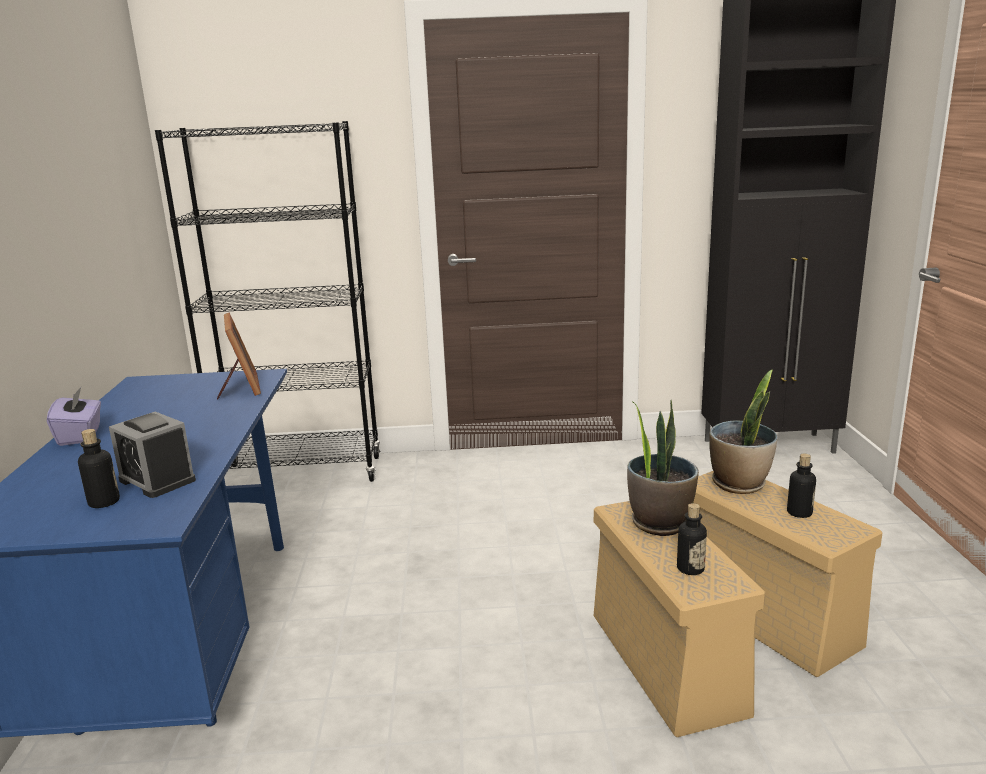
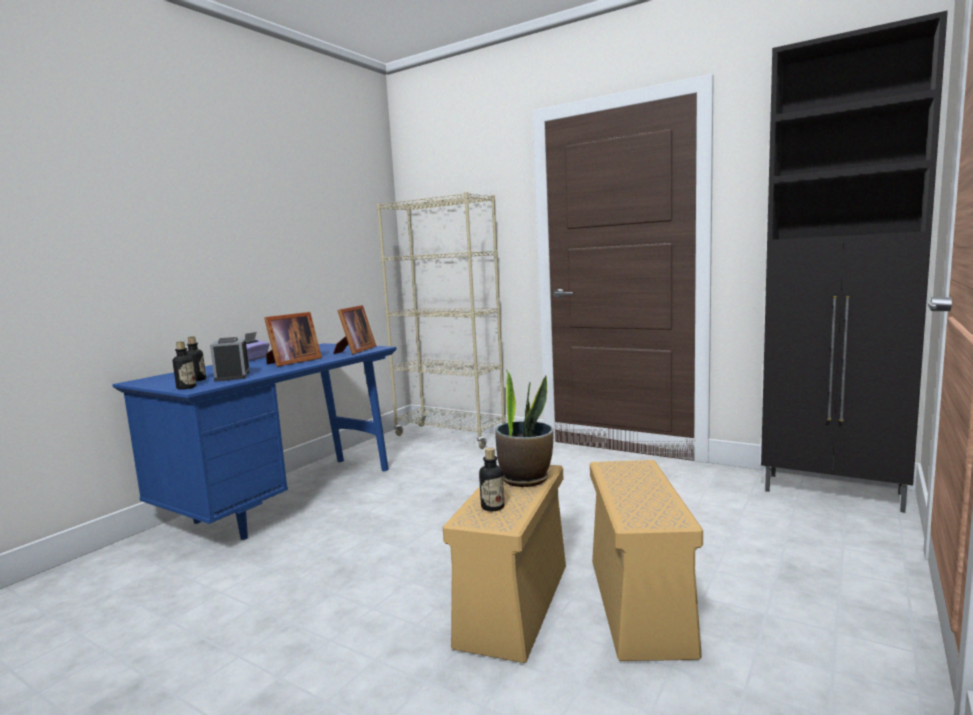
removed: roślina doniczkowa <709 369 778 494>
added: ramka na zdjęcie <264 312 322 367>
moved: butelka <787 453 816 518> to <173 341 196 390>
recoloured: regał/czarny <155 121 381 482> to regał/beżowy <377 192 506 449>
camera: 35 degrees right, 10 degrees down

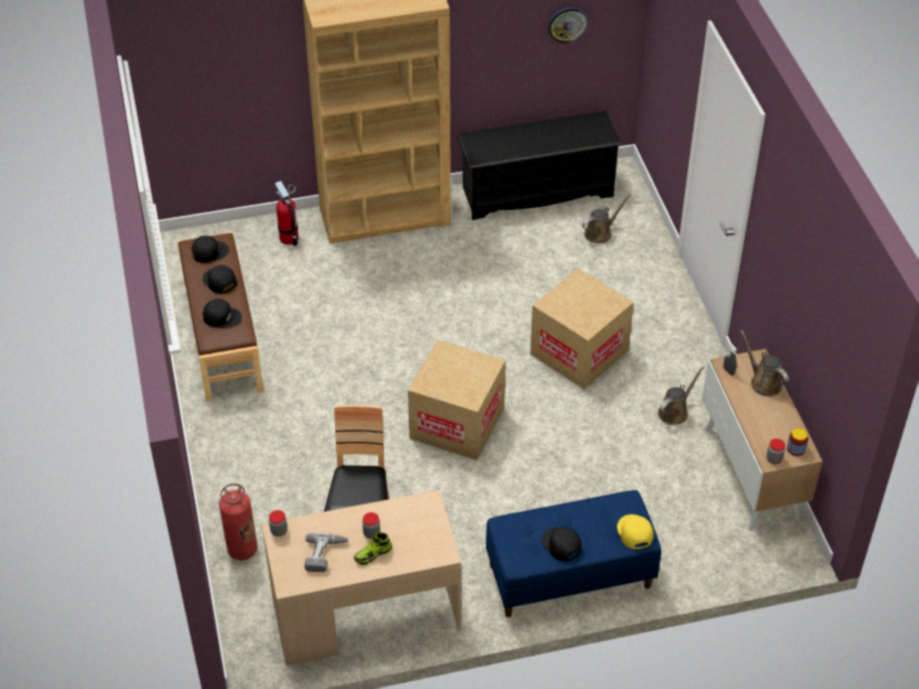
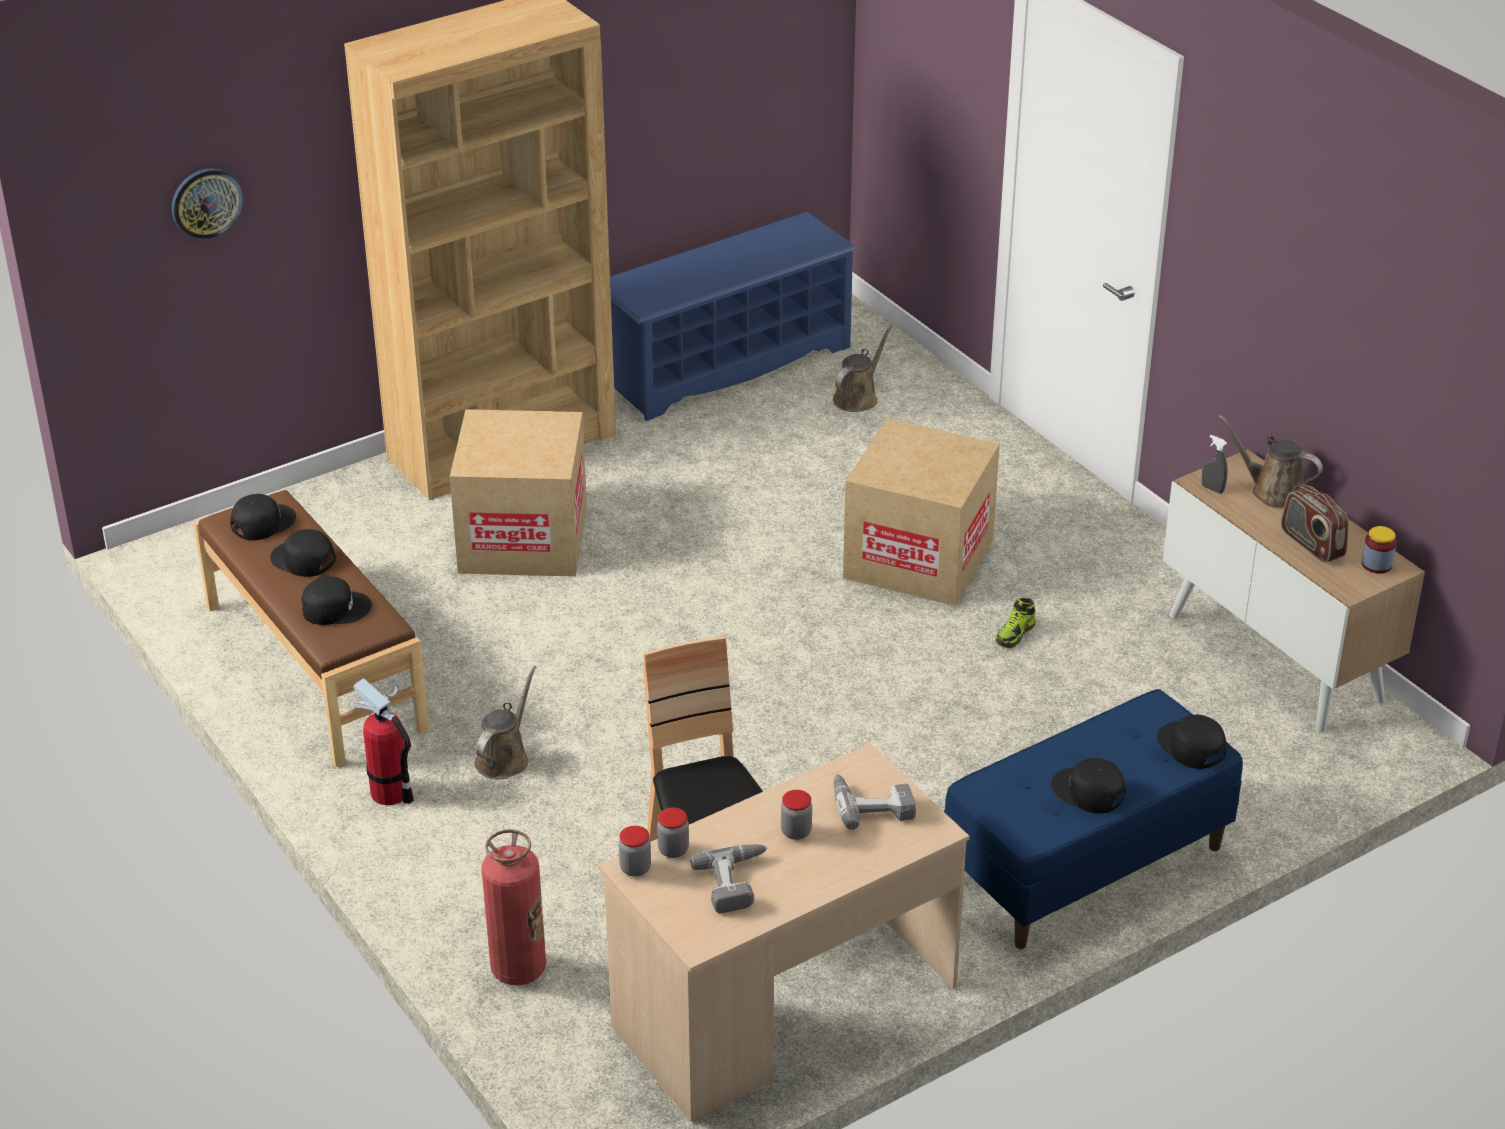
added: wiertarka <834 774 916 830>; radio <1281 484 1349 563>
moved: zegar ścienny <548 7 588 43> to <172 168 244 239>; gaśnica <275 181 299 246> to <353 678 414 805>; karton <408 340 506 460> to <450 409 587 577>; konewka/brązowy <658 366 704 425> to <474 666 536 779>; słoik <767 439 785 464> to <657 808 689 858>; but <354 532 392 565> to <995 598 1036 649>
recoloured: regał na buty/czarny <457 111 622 220> to regał na buty/niebieski <610 212 858 421>; czapka z daszkiem/żółty <617 514 653 549> to czapka z daszkiem/czarny <1157 715 1226 769>
camera: 20 degrees left, 10 degrees down

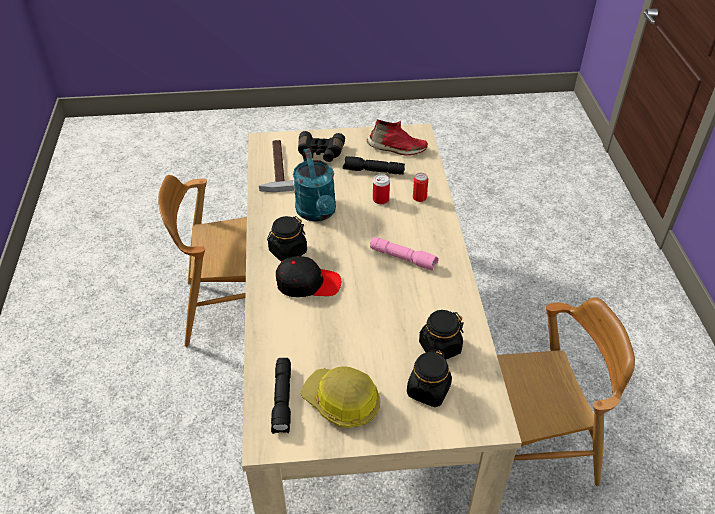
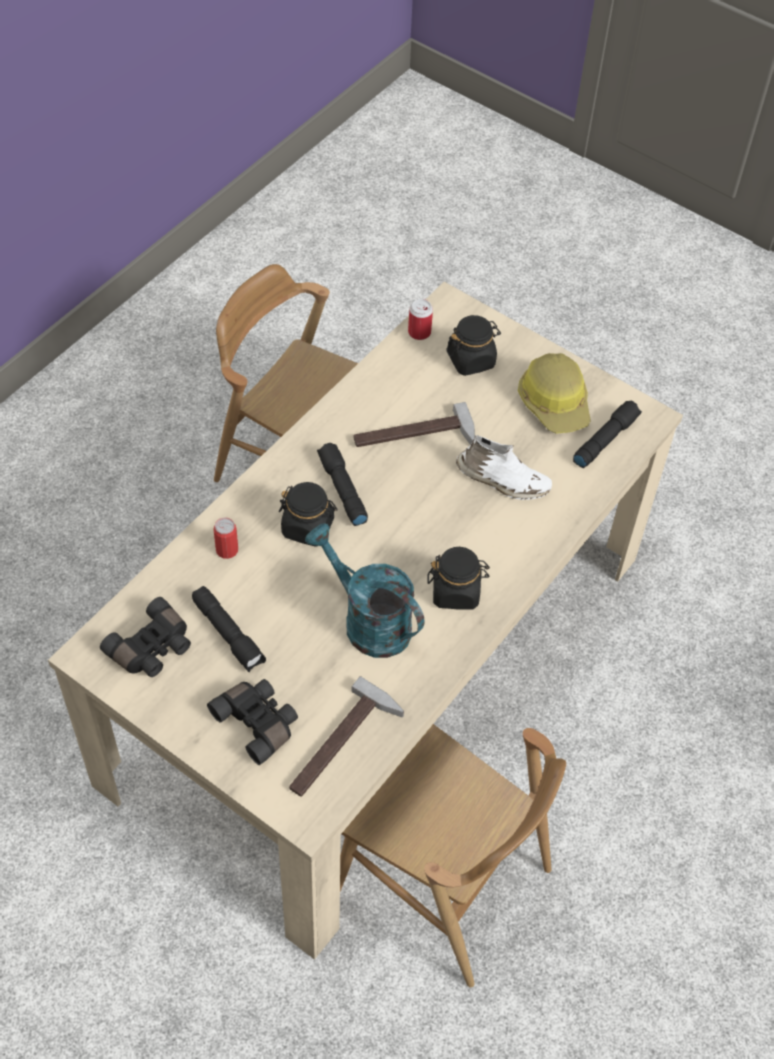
removed: czapka z daszkiem/czarny <276 256 341 297>
added: młotek <353 402 475 447>; but/biały <456 435 552 500>
moved: słoik/czarny <419 310 464 359> to <279 482 338 547>; puszka <373 174 390 204> to <408 299 433 340>
replaced: but/czerwony <367 120 428 156> to lornetka/czarny <100 597 191 677>
recoloured: latarka/różowy <370 237 439 271> to latarka/czarny <317 443 368 526>
turned: konewka/turkusowy <293 149 336 222> = <305 523 425 658> 75 degrees counterclockwise
camera: 140 degrees left, 10 degrees up

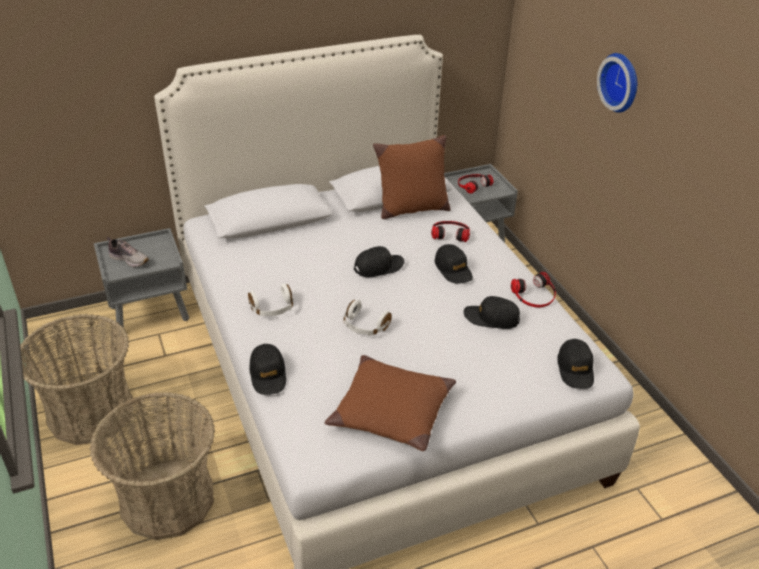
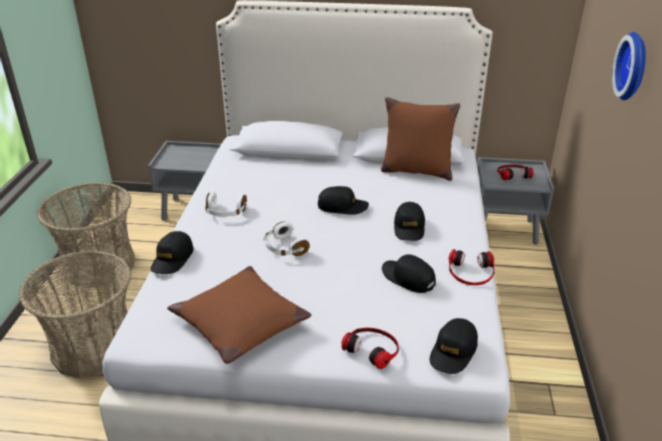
removed: but <107 237 149 267>
moved: słuchawki <431 221 470 242> to <342 328 399 369>
camera: 30 degrees right, 5 degrees down

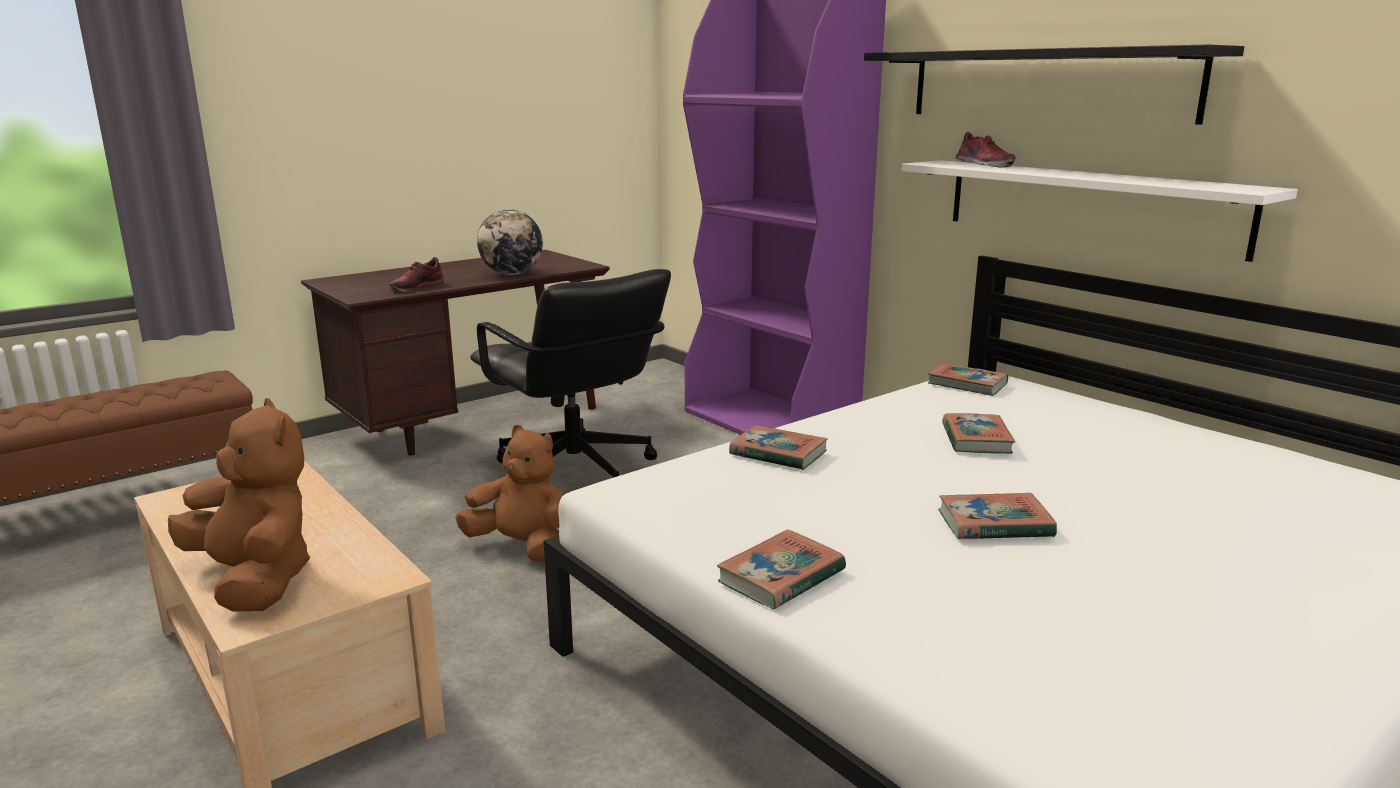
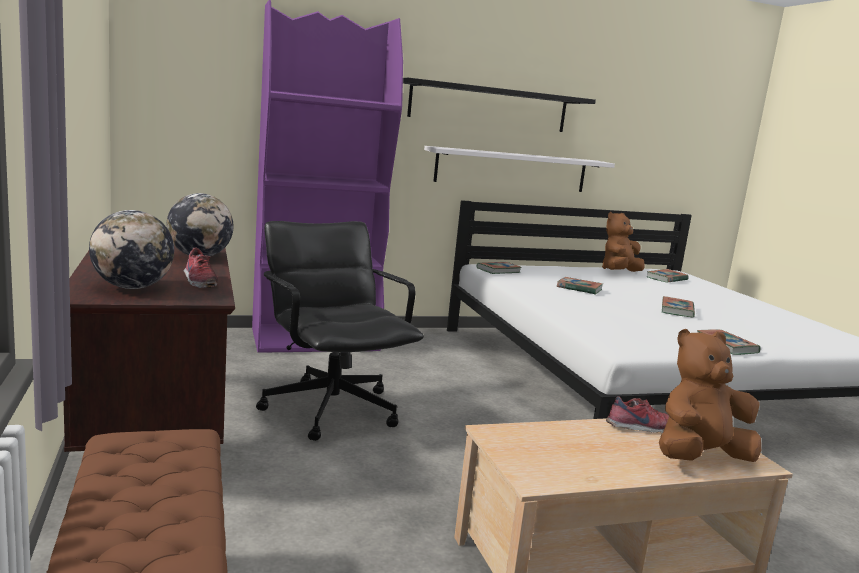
added: globus <89 210 174 289>
moved: pluszak/brązowy <455 425 564 563> to <602 212 644 272>; but <955 132 1016 167> to <606 396 669 433>; książka <729 425 828 470> to <647 269 689 282>
turned: krzesło biurowe/czarny <470 269 671 477> = <256 221 424 441> 105 degrees counterclockwise
camera: 70 degrees left, 5 degrees down

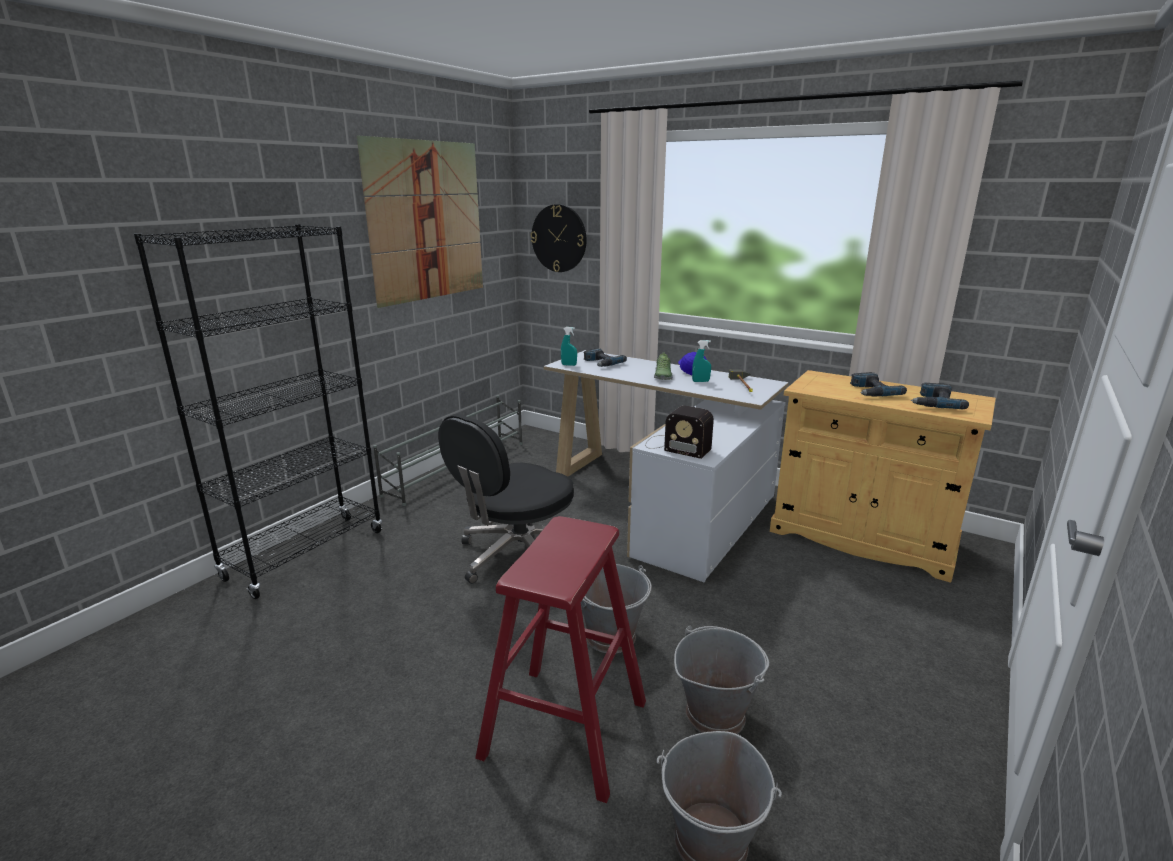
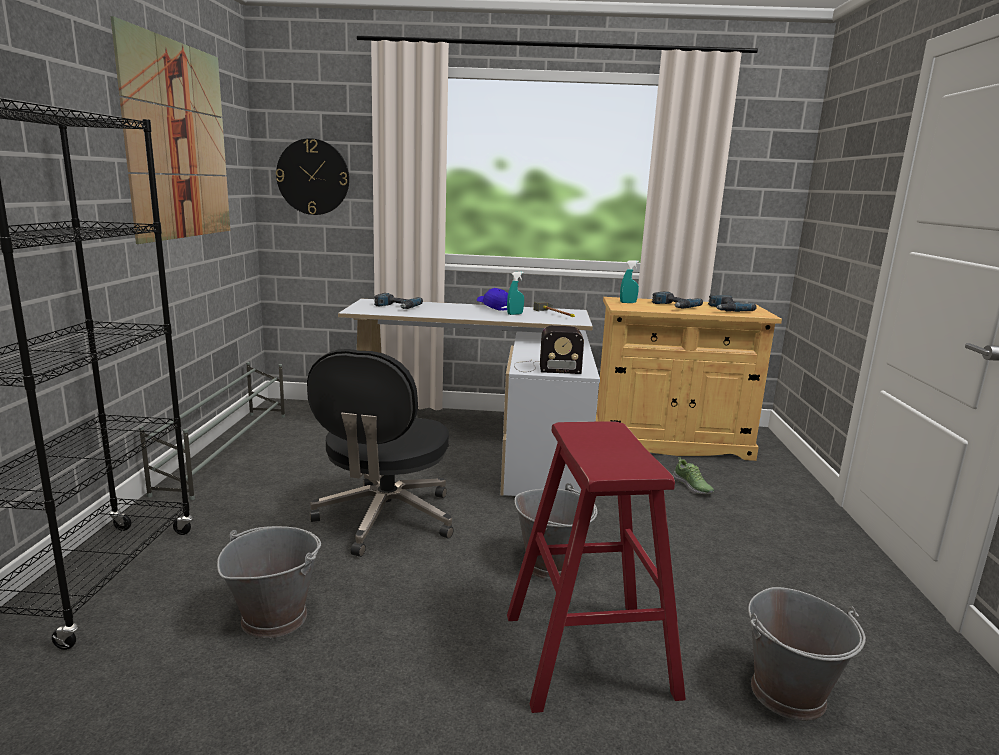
moved: wiadro/szary <674 626 769 734> to <217 526 321 639>; spryskiwacz/turkusowy <561 327 577 366> to <620 260 639 303>; but <654 352 673 380> to <672 457 714 494>
camera: 30 degrees left, 5 degrees down

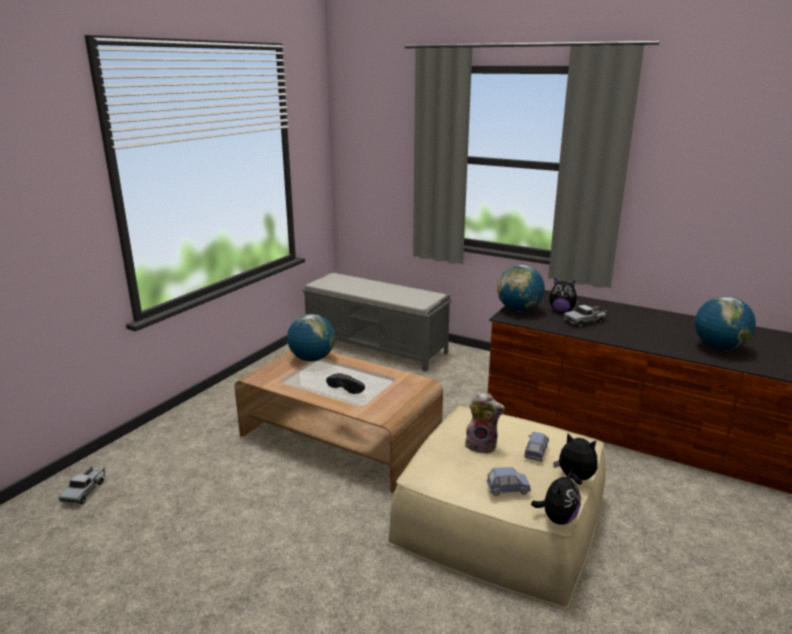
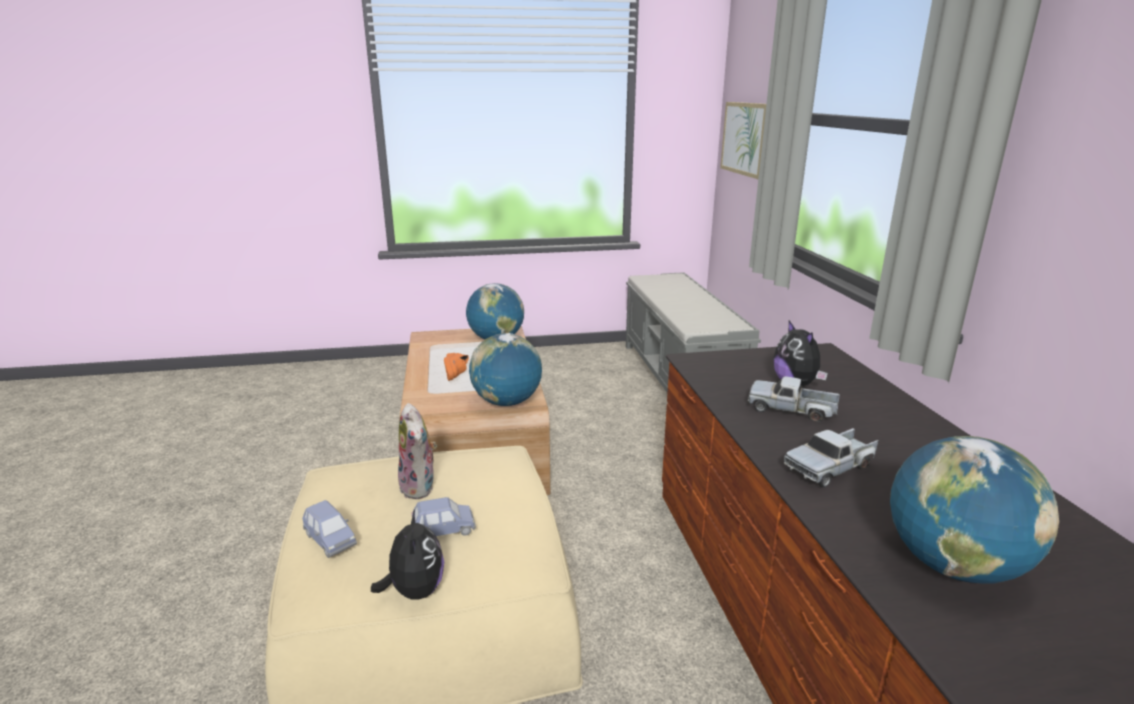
removed: pluszak <531 470 581 525>
added: obraz <720 102 766 179>
moved: globus <497 265 545 312> to <469 333 542 406>; ciężarówka zabawkowa <58 466 105 505> to <784 428 879 488>
recoloured: but/czarny <326 373 365 394> to but/pomarańczowy <444 353 469 381>
camera: 50 degrees right, 0 degrees up

